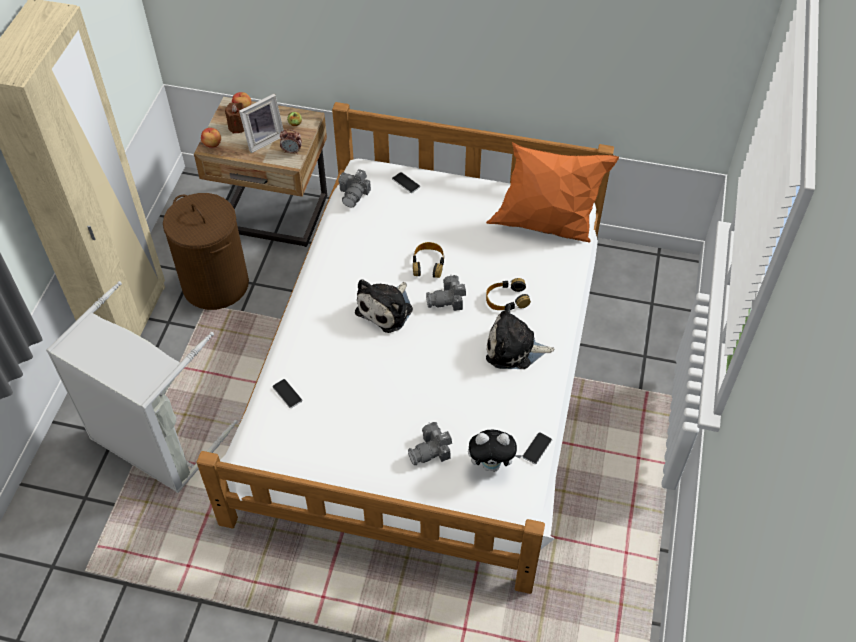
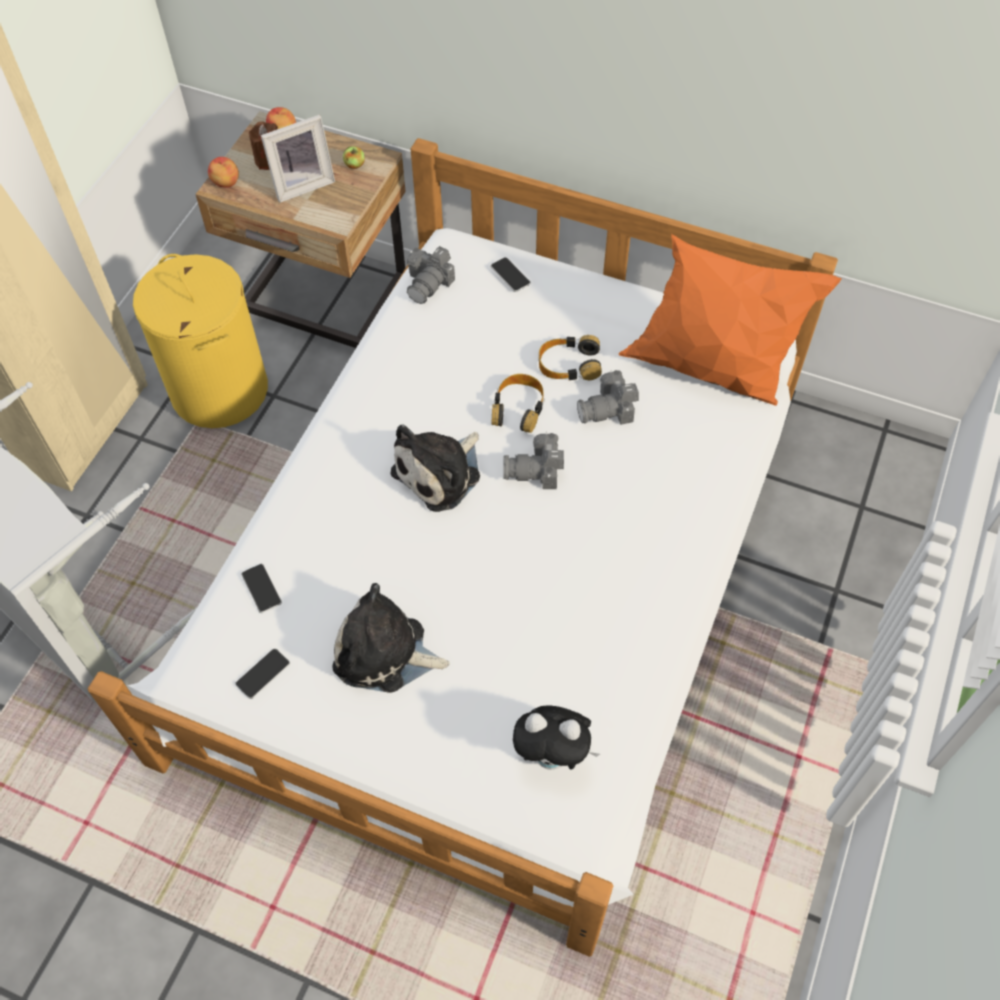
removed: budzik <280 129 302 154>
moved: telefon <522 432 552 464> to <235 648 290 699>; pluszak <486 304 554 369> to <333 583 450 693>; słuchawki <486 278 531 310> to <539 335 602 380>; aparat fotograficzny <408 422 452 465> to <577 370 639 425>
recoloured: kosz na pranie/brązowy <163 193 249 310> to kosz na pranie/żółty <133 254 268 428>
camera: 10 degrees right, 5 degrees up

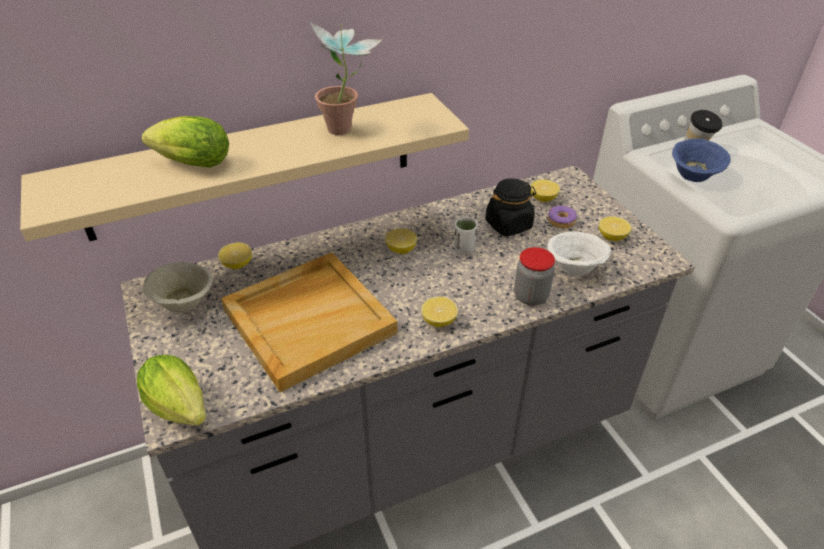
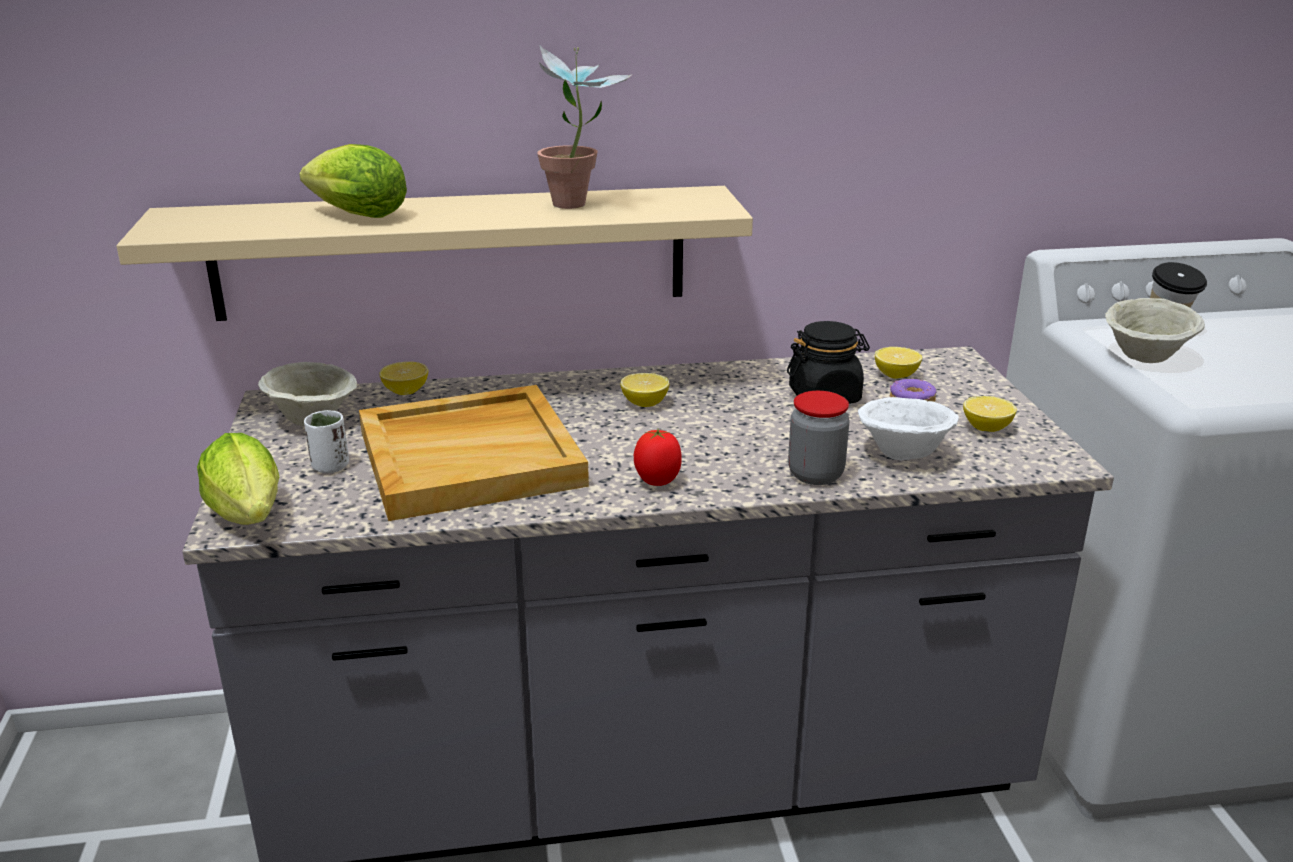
moved: filiżanka/biały <454 217 477 254> to <304 410 349 473>
replaced: cytryna <421 297 458 327> to pomidor <634 429 682 486>
recoloured: miska/niebieski <672 138 731 182> to miska/beżowy <1105 298 1205 363>
camera: 15 degrees right, 15 degrees down

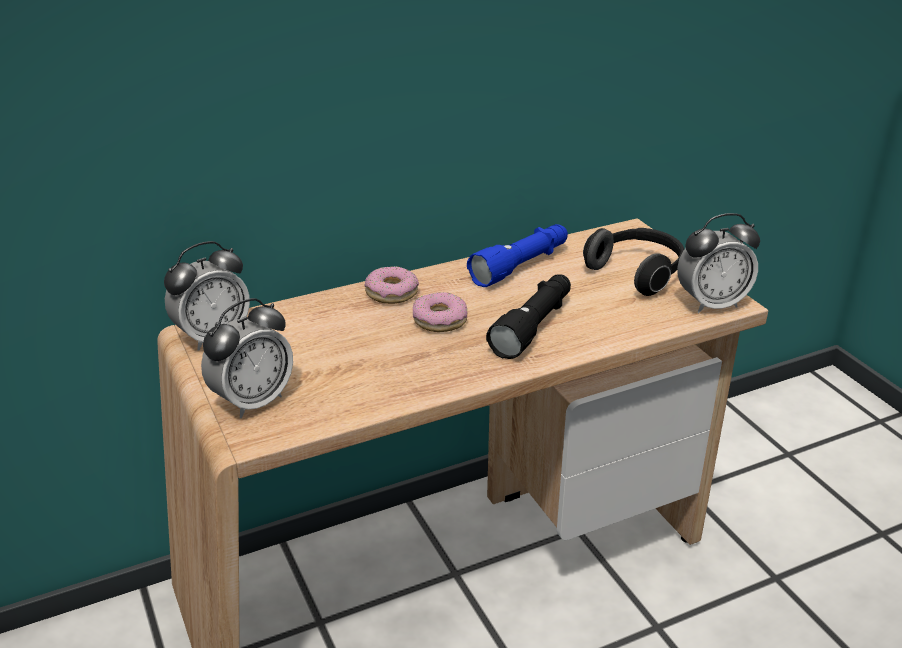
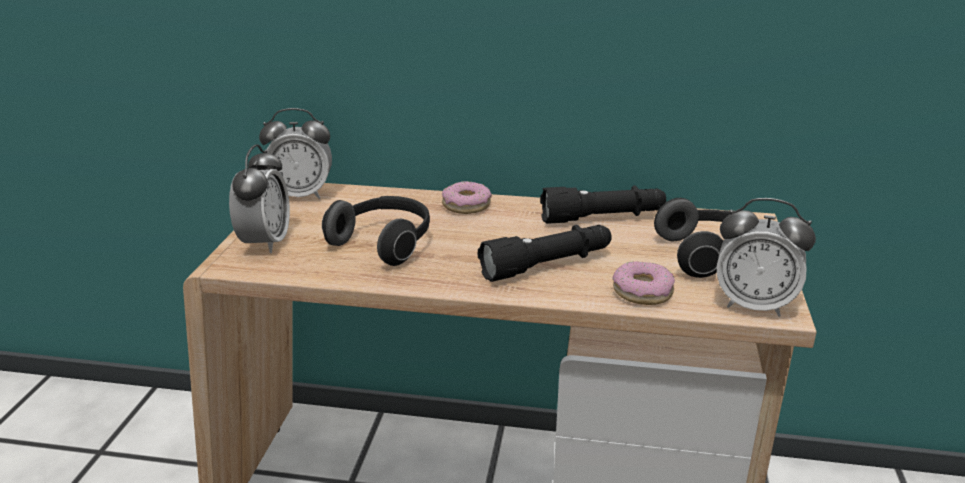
added: słuchawki <322 196 430 266>
moved: donut <413 292 467 332> to <612 261 675 305>
recoloured: latarka/niebieski <467 224 568 287> to latarka/czarny <540 185 666 224>
turned: budzik <201 298 293 418> = <229 144 290 253> 75 degrees counterclockwise
camera: 35 degrees right, 5 degrees down

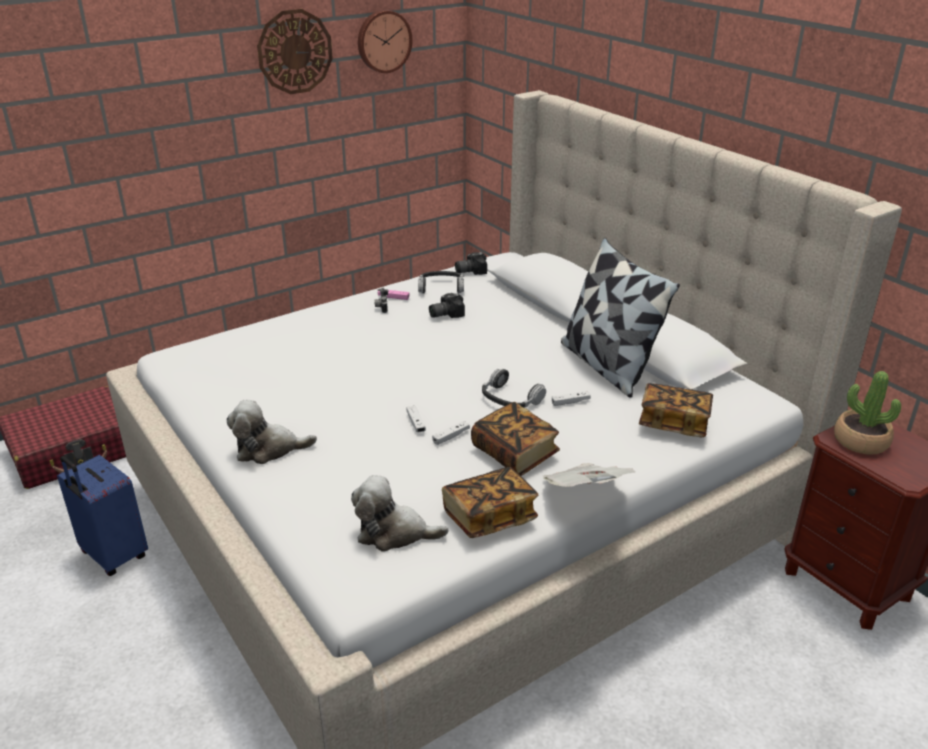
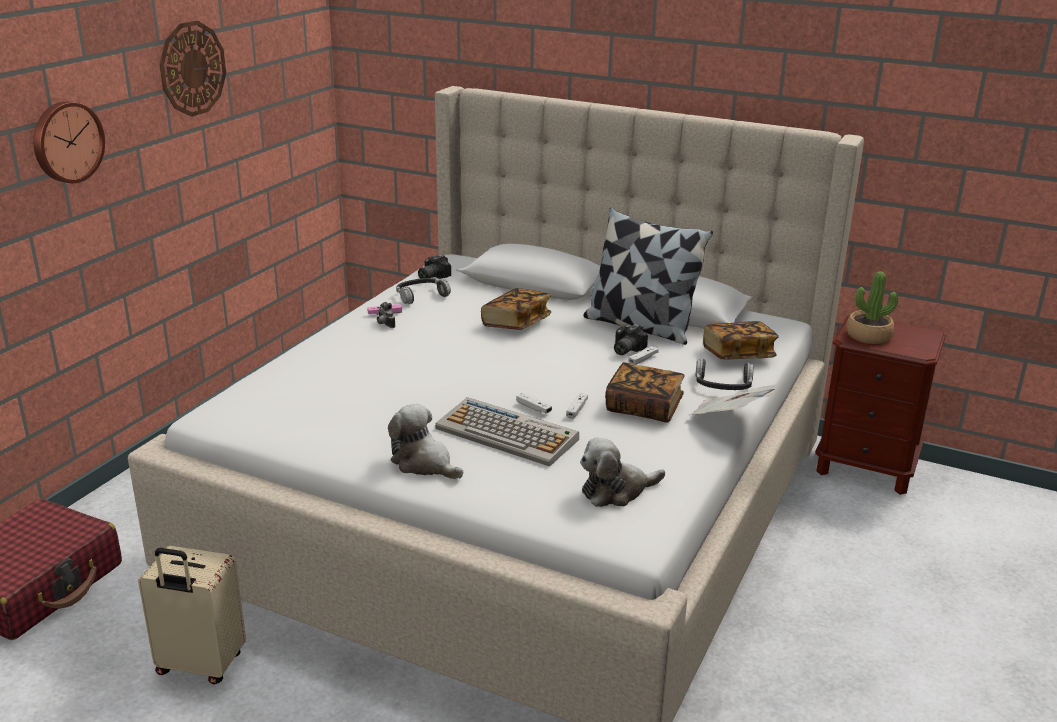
added: klawiatura <435 397 579 467>
moved: zegar ścienny <358 10 413 73> to <34 101 105 183>; książka <442 467 538 538> to <481 288 551 330>; aparat fotograficzny <429 293 465 318> to <614 324 648 355>; słuchawki <482 369 546 408> to <695 359 754 390>
recoloured: walizka/niebieski <57 455 148 576> to walizka/beżowy <138 546 246 684>
turned: pluszak <227 399 317 464> = <388 404 463 479> 75 degrees clockwise
camera: 30 degrees left, 5 degrees down

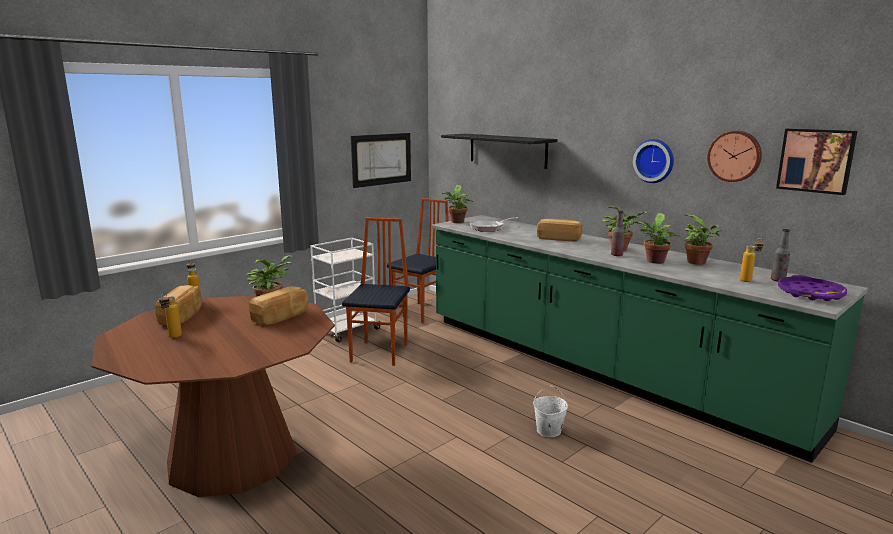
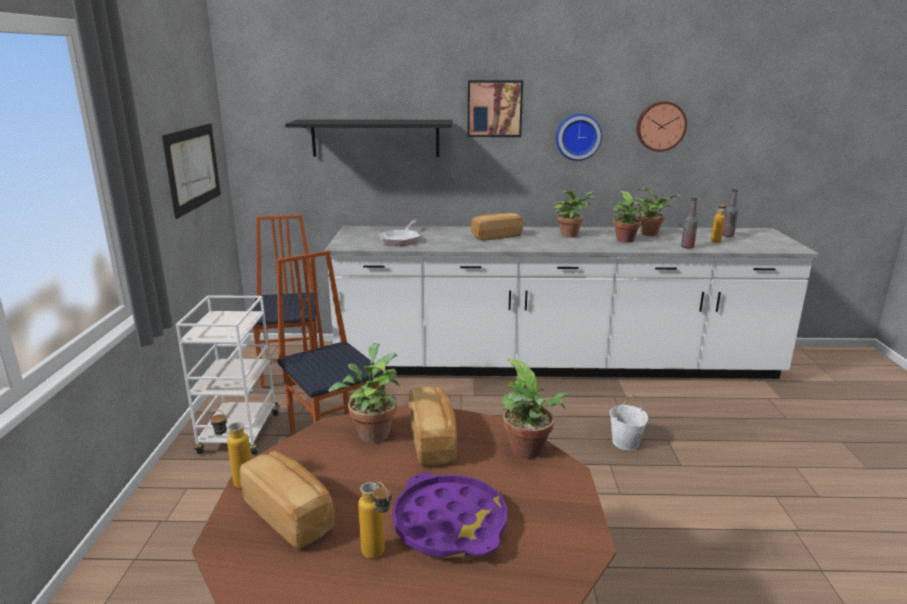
moved: taca/fioletowy <778 275 847 301> to <392 473 507 558>; obraz <776 128 858 195> to <468 80 523 137>; roślina doniczkowa <442 185 473 223> to <501 359 570 459>; butelka <611 211 625 256> to <681 198 698 249>
recoloured: zabudowa kuchenna/zielony <432 215 868 463> to zabudowa kuchenna/biały <324 226 819 379>
camera: 45 degrees left, 5 degrees up

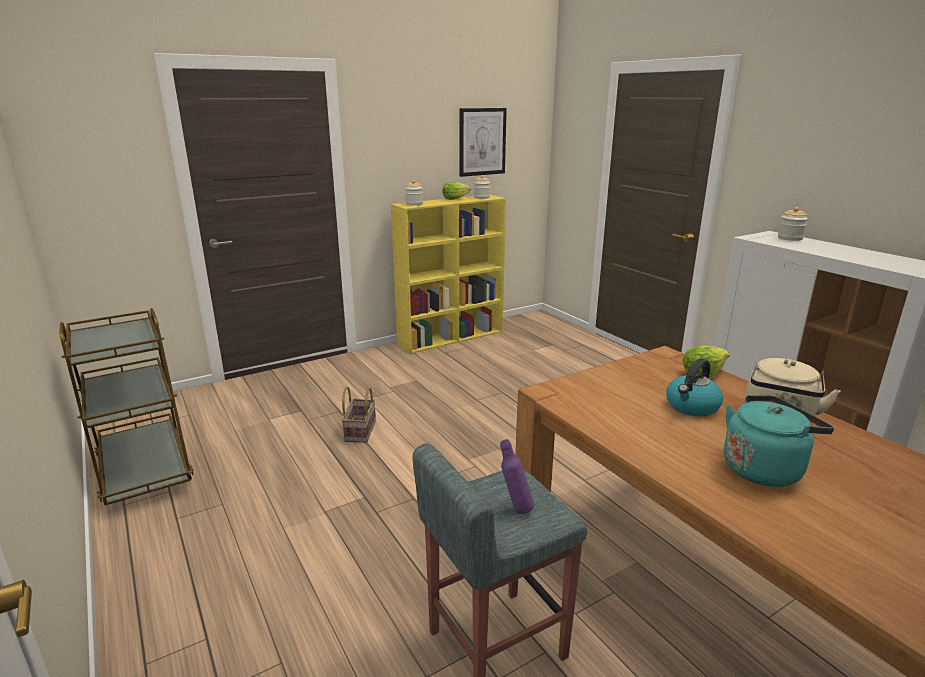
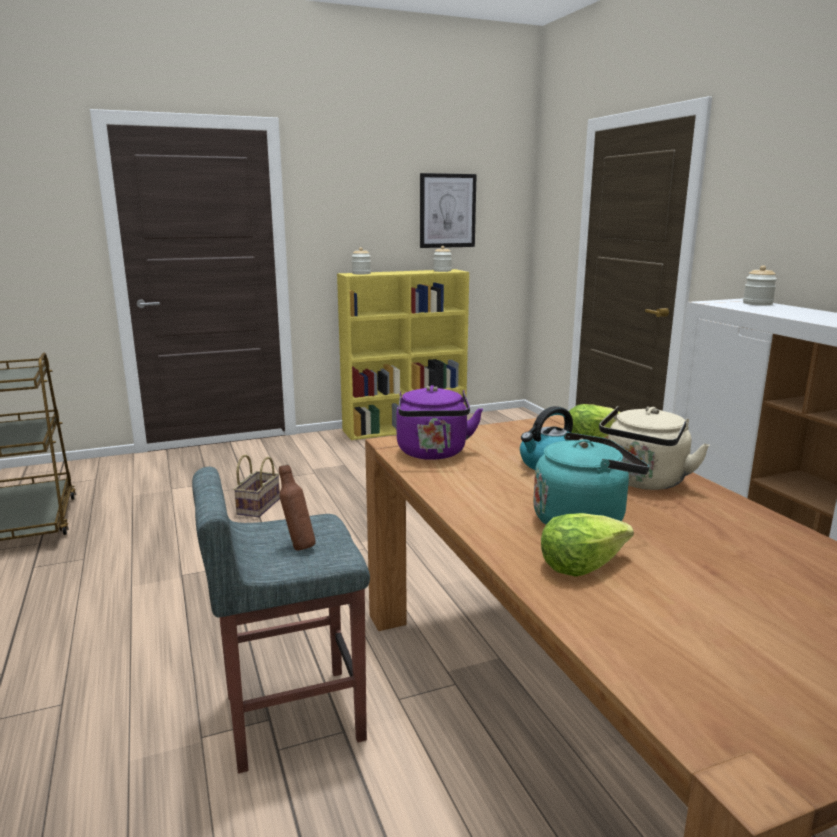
added: czajnik/fioletowy <396 385 483 460>
moved: sałata <442 182 471 200> to <541 513 634 577>
recoloured: butelka/fioletowy <500 439 534 514> to butelka/brązowy <279 464 316 551>
camera: 10 degrees right, 5 degrees down

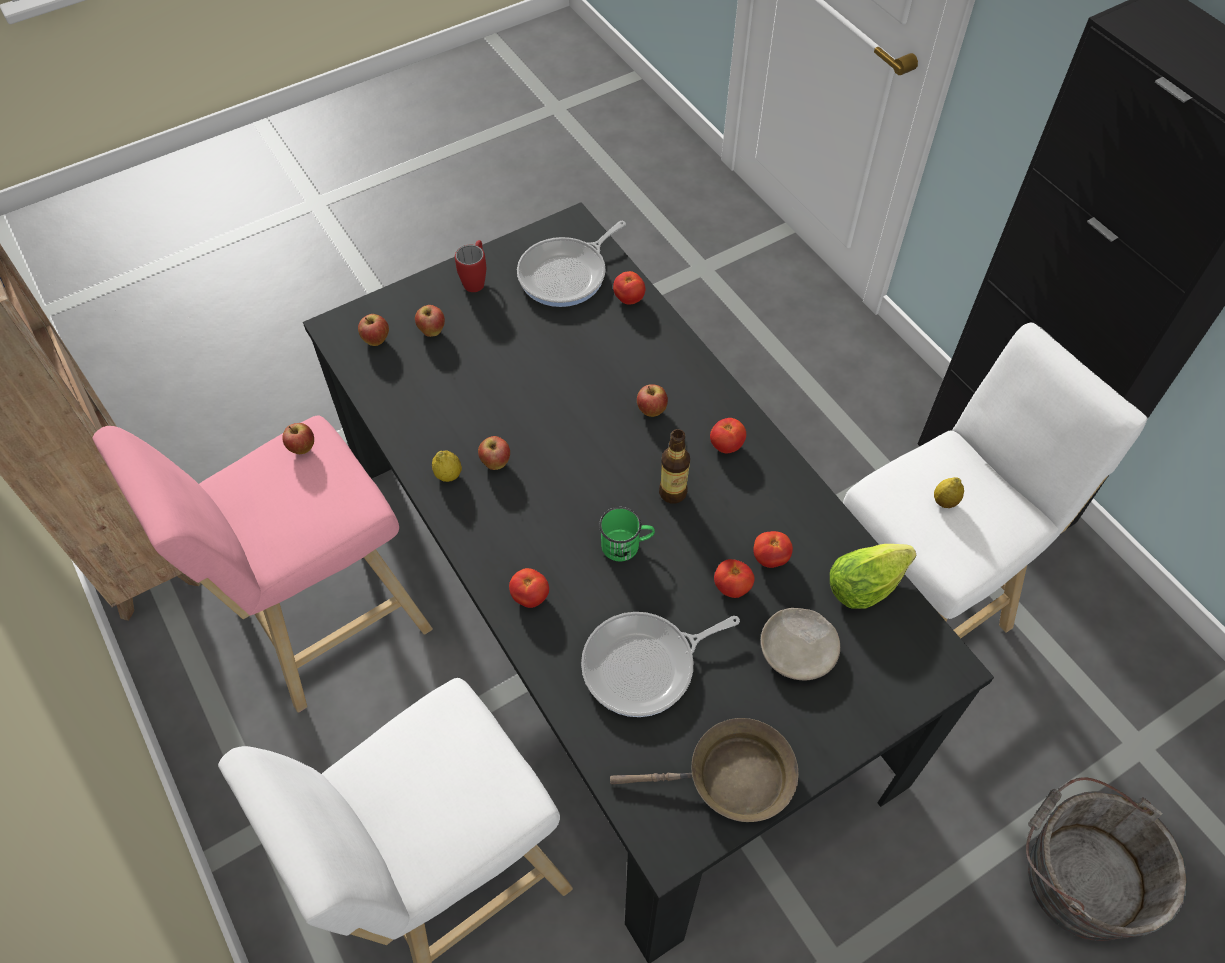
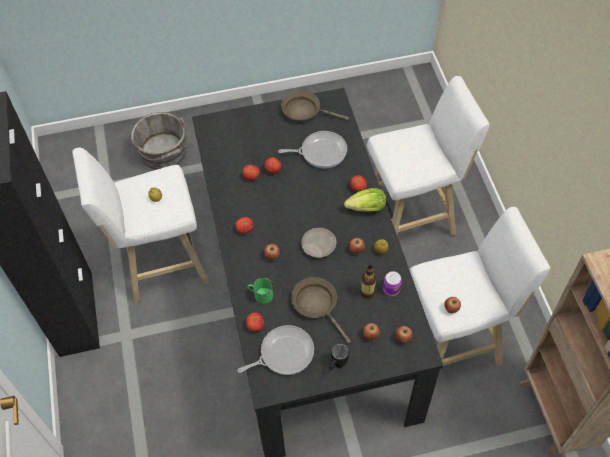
added: patelnia/brązowy <291 277 351 344>; puszka <383 271 402 297>
moved: kubek/zielony <599 507 655 561> to <247 277 273 304>; talerz/beżowy <761 608 840 680> to <301 228 336 258>; sałata <830 544 916 609> to <344 188 386 212>; butelka <659 429 690 503> to <360 265 376 299>
recoloured: kubek/czerwony <455 240 486 292> to kubek/czarny <330 344 349 370>; stołek/różowy <93 415 433 713> to stołek/biały <410 207 550 366>
camera: 160 degrees left, 0 degrees up

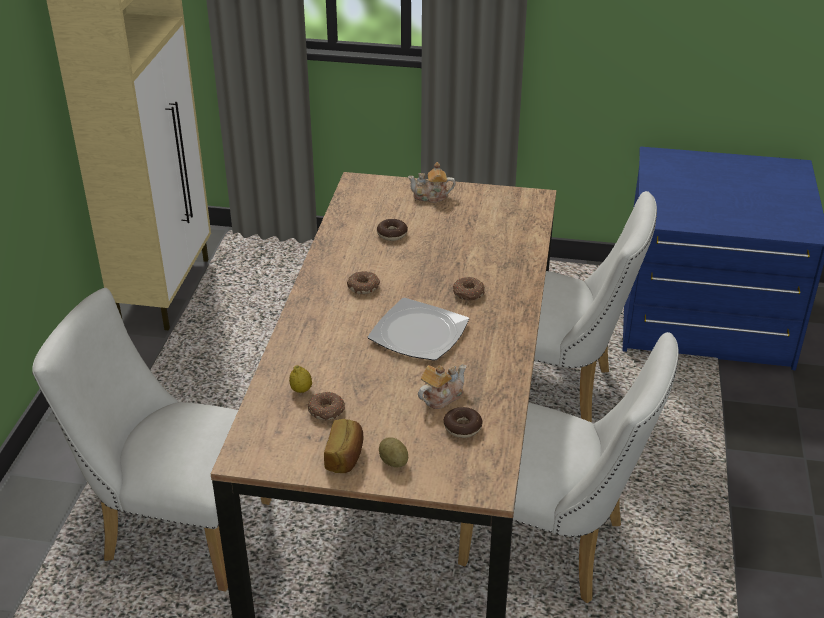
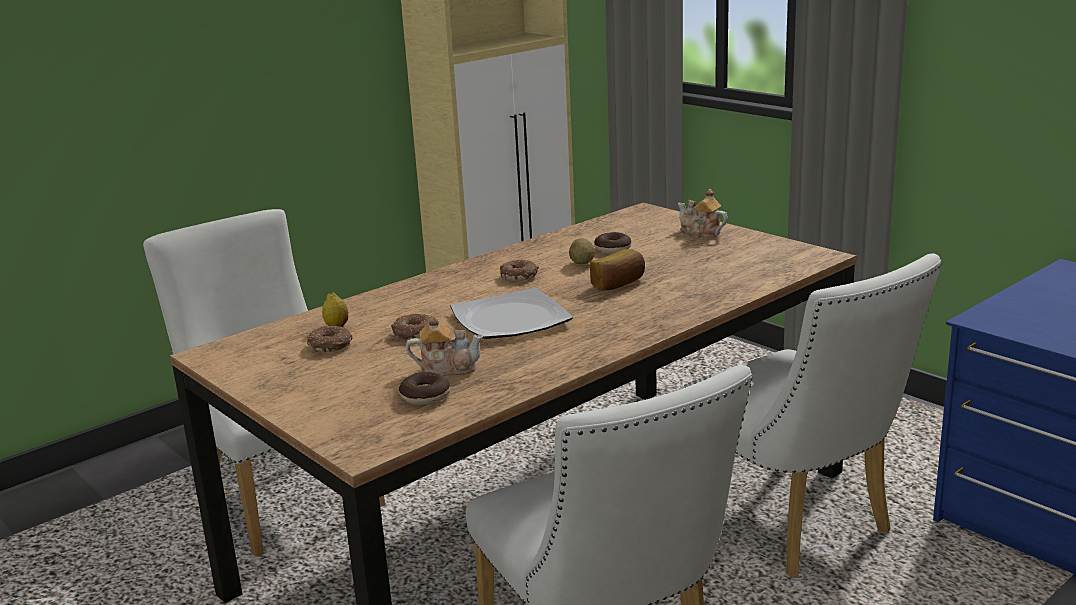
moved: donut <453 277 485 301> to <391 314 431 340>; ziemniak <379 437 408 468> to <569 238 595 264>; chleb <324 419 363 473> to <590 249 645 290>
camera: 40 degrees right, 15 degrees down

